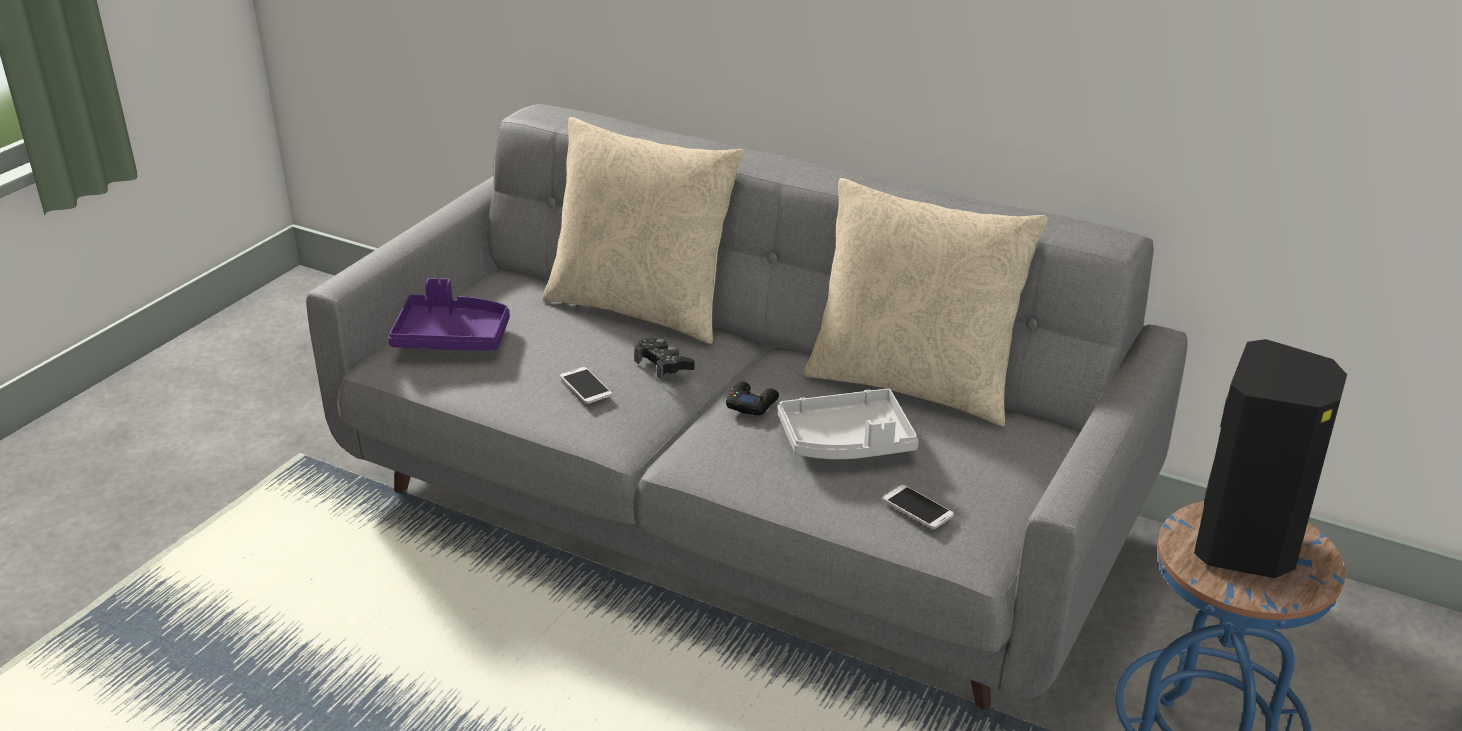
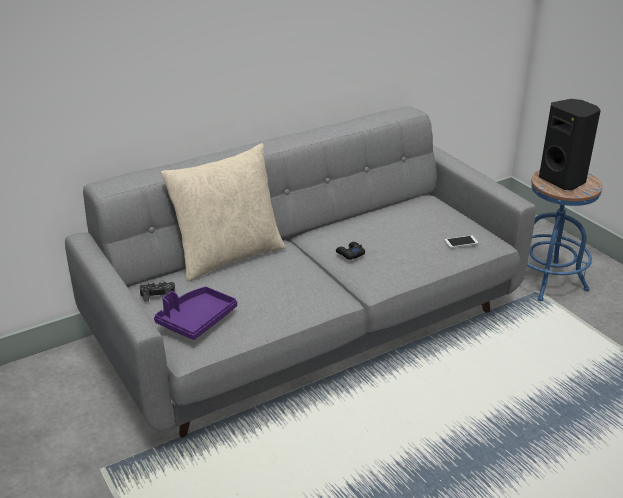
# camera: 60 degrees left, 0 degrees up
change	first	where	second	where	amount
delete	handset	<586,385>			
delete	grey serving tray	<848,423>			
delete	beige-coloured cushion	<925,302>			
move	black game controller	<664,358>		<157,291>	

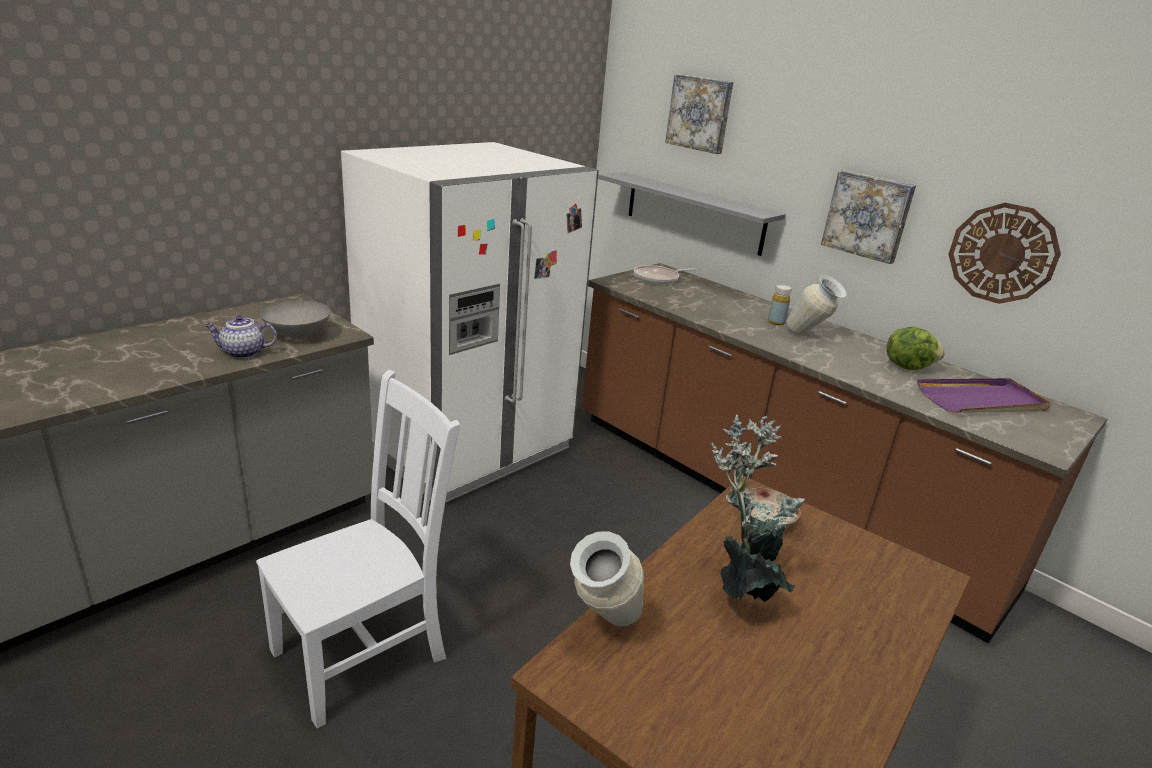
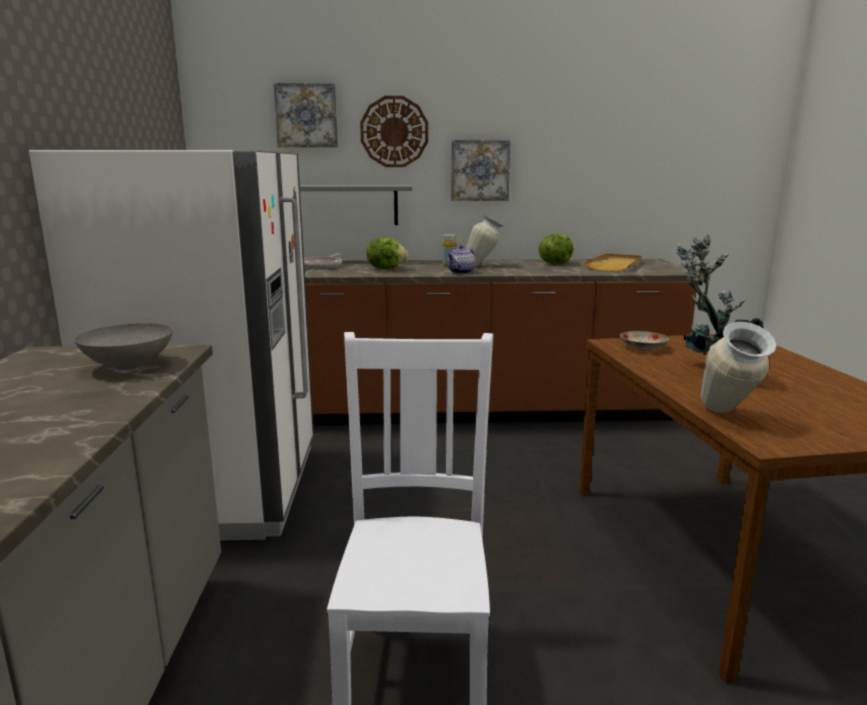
# camera: 45 degrees left, 10 degrees down
change	first	where	second	where	amount
insert			head of lettuce	<387,253>	
move	teapot	<241,336>		<461,259>	
move	clock on the wall	<1005,253>		<394,131>	
recolor	purplish serving tray	<984,395>	beige-coloured serving tray	<613,263>	

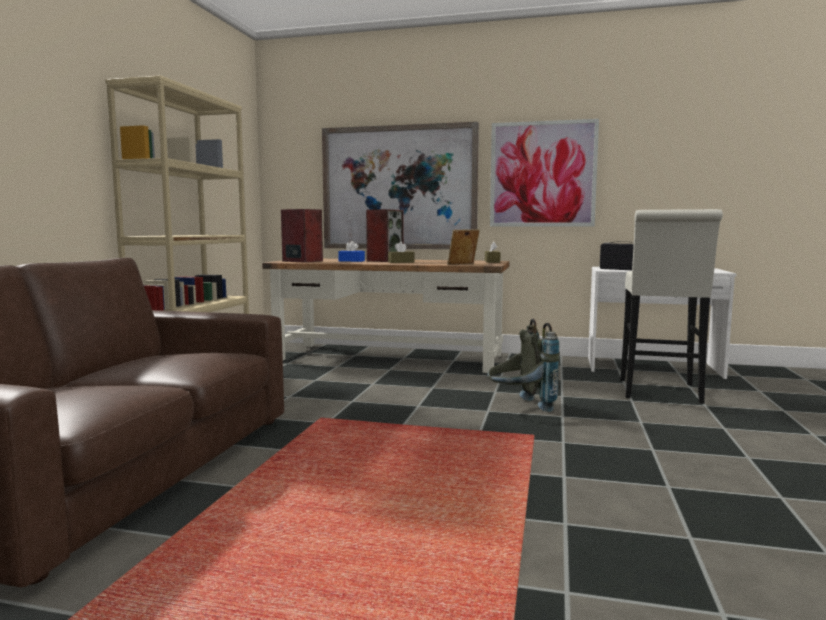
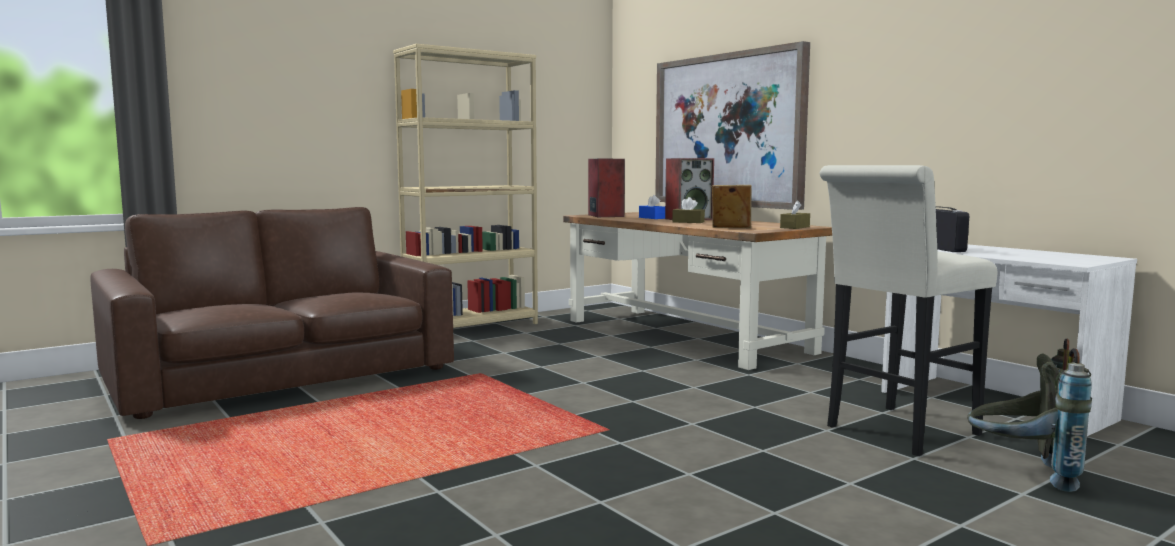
# camera: 40 degrees right, 0 degrees up
change	first	where	second	where	amount
delete	wall picture	<544,173>			
move	grey knapsack	<523,365>		<1029,415>	

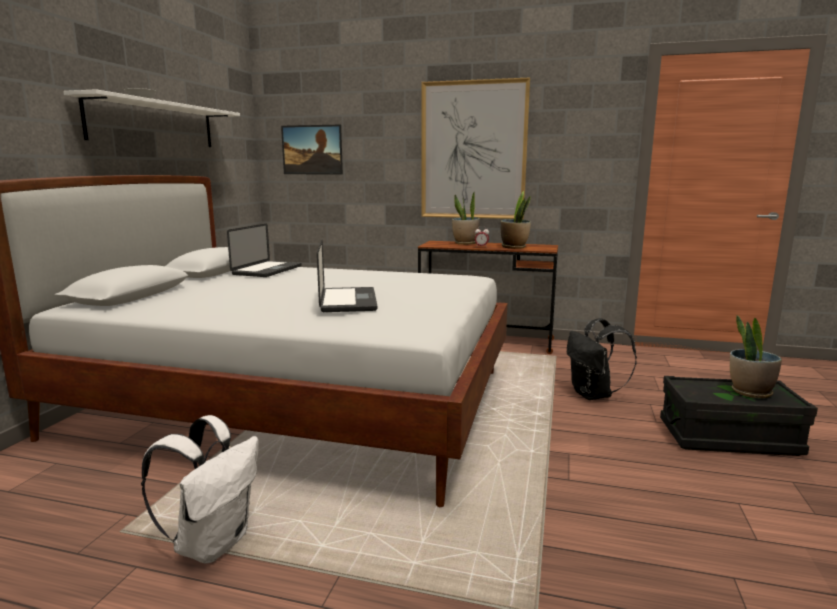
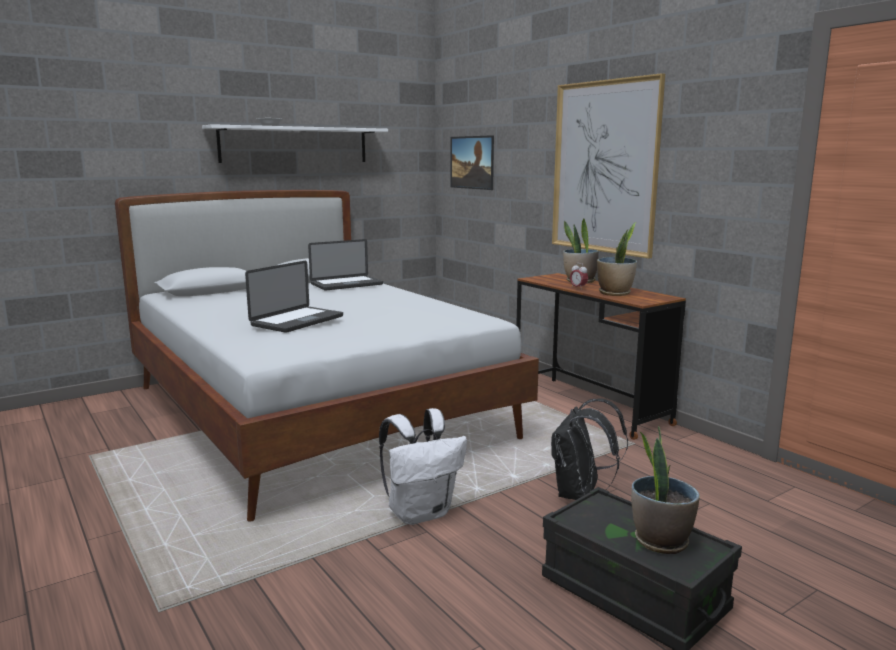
# camera: 40 degrees right, 0 degrees up
change	first	where	second	where	amount
move	white-coloured knapsack	<200,489>		<423,466>	

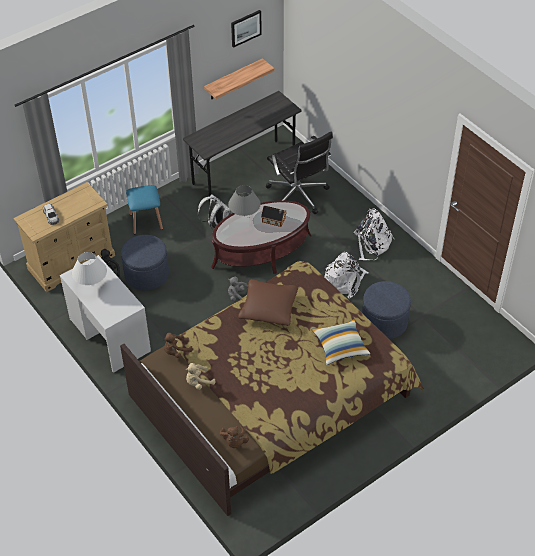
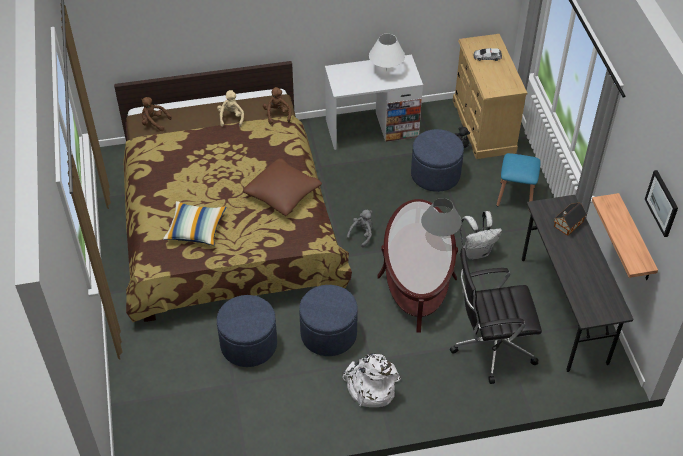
# camera: 115 degrees right, 0 degrees up
change	first	where	second	where	amount
move	model house	<274,216>		<570,219>	
replace	white-coloured knapsack	<346,275>	blue-coloured ottoman	<328,320>	

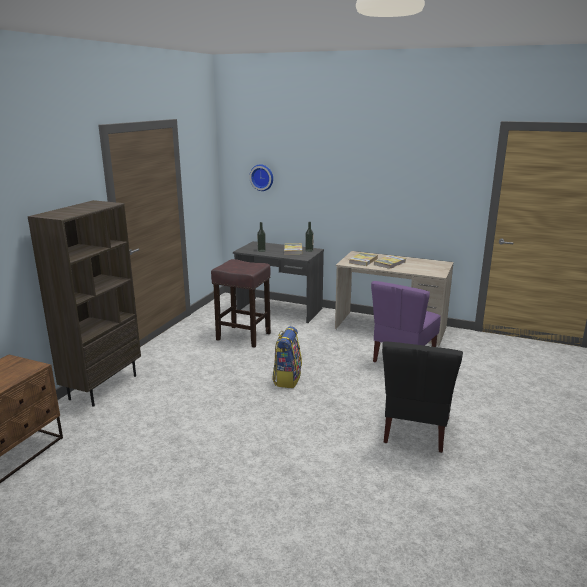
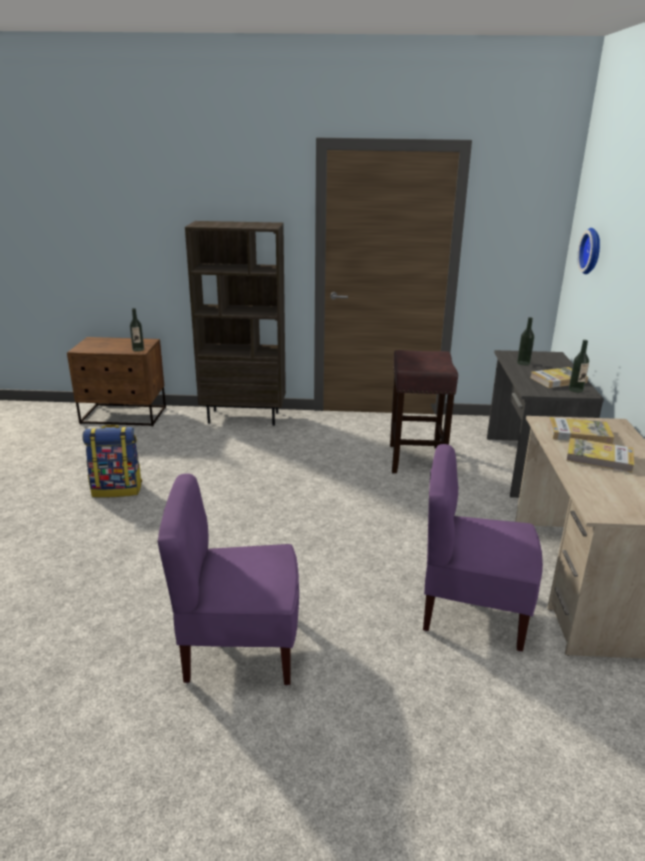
# camera: 70 degrees right, 5 degrees up
change	first	where	second	where	amount
insert			beverage bottle	<137,330>	
move	knapsack	<287,357>		<112,461>	
recolor	black chair	<422,397>	purplish chair	<228,579>	

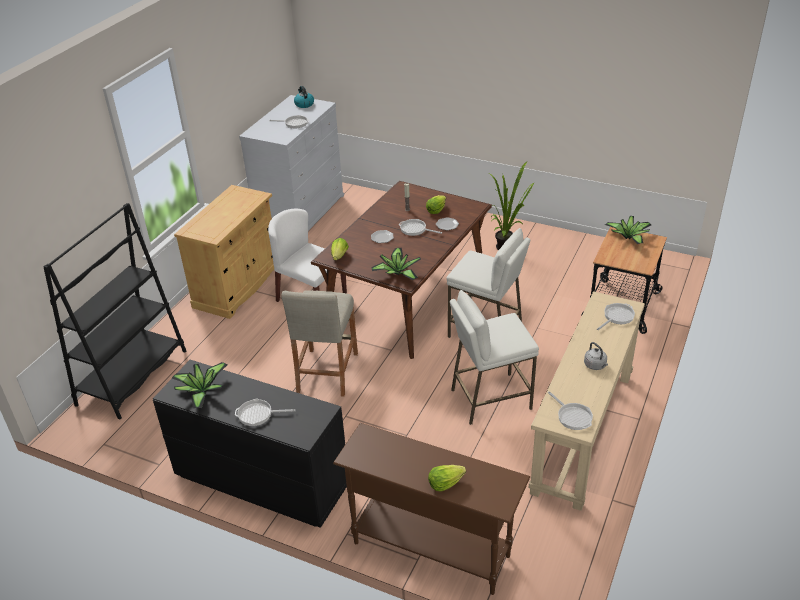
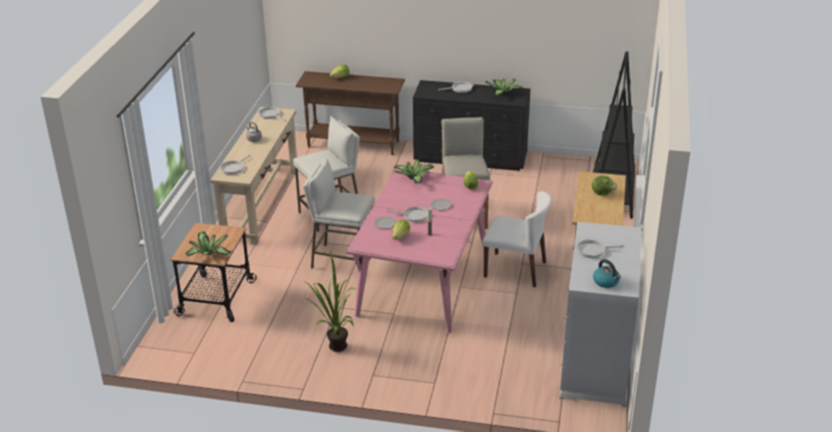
# camera: 165 degrees right, 5 degrees down
change	first	where	second	where	amount
insert			head of lettuce	<604,185>	
recolor	brownish kitchen table	<401,270>	pink kitchen table	<419,250>	

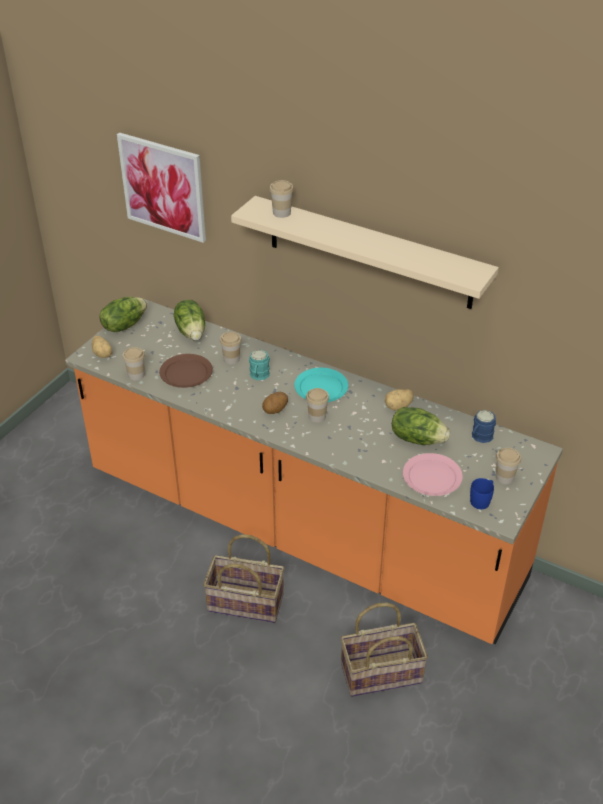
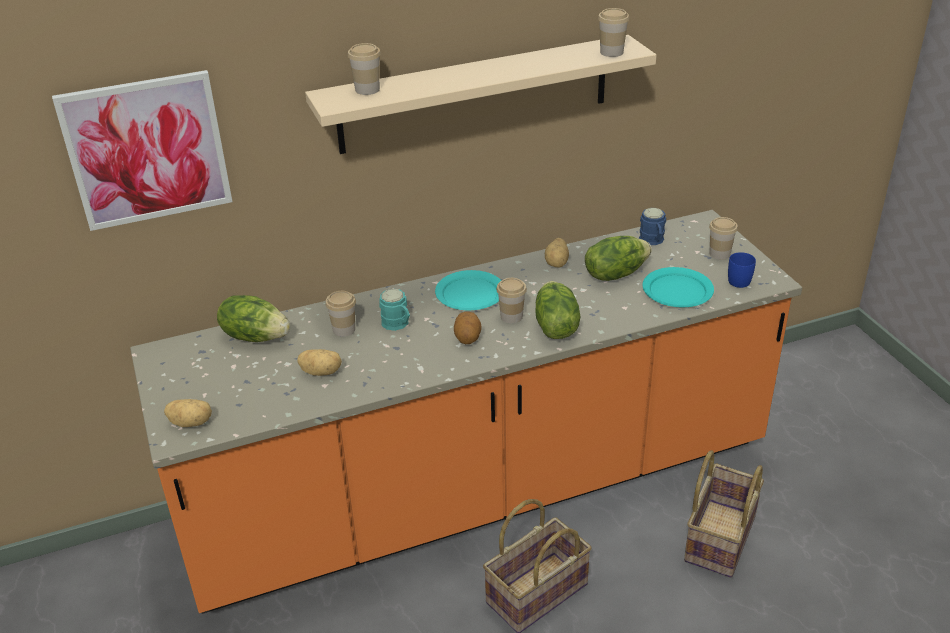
# camera: 50 degrees left, 5 degrees down
change	first	where	second	where	amount
move	head of lettuce	<123,314>		<558,310>	
move	cup	<134,363>		<613,32>	
replace	brownish flat dish	<186,371>	spud	<319,362>	
recolor	pink flat dish	<433,474>	turquoise flat dish	<678,287>	

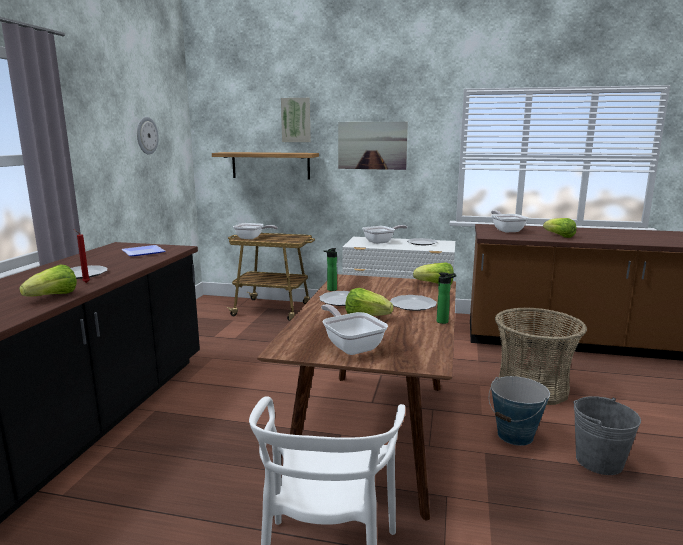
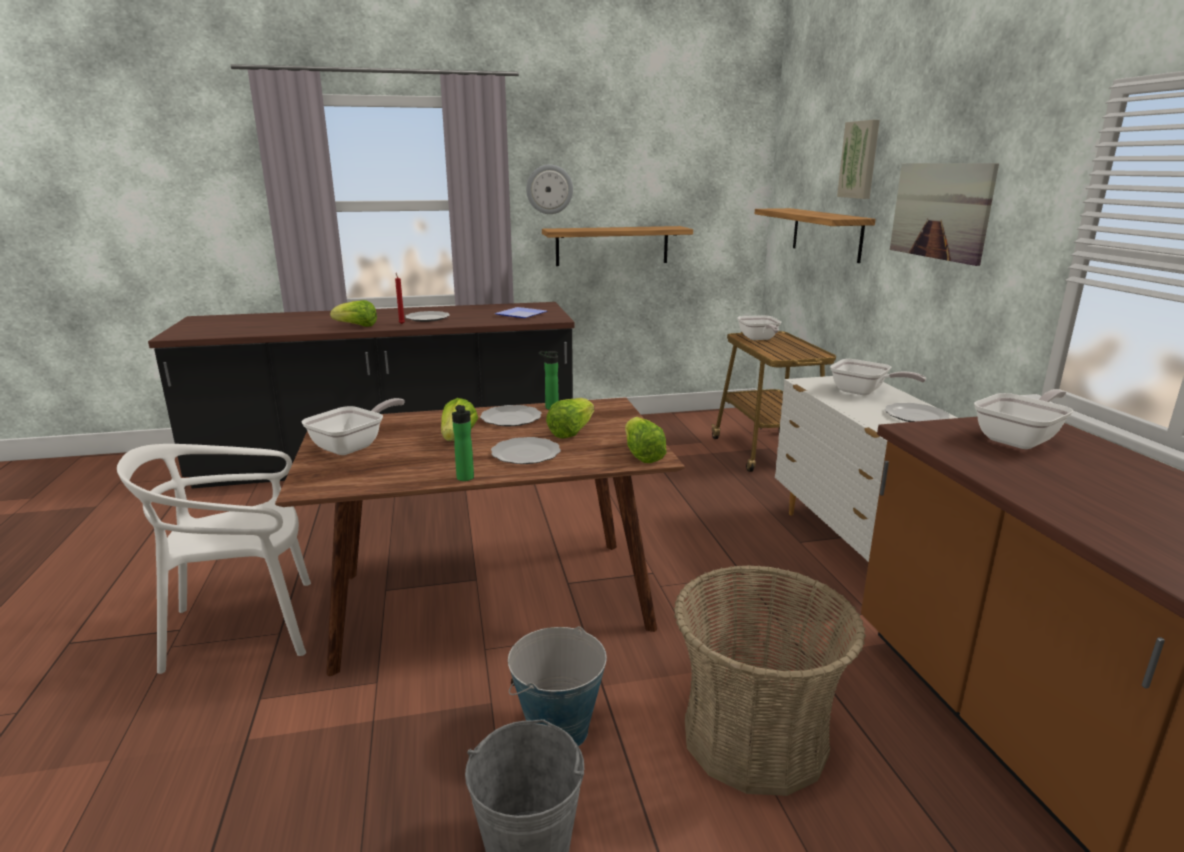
# camera: 65 degrees right, 5 degrees up
change	first	where	second	where	amount
insert			bracket shelf	<617,246>	
move	clock on the wall	<148,136>		<549,189>	
move	head of lettuce	<559,228>		<570,418>	

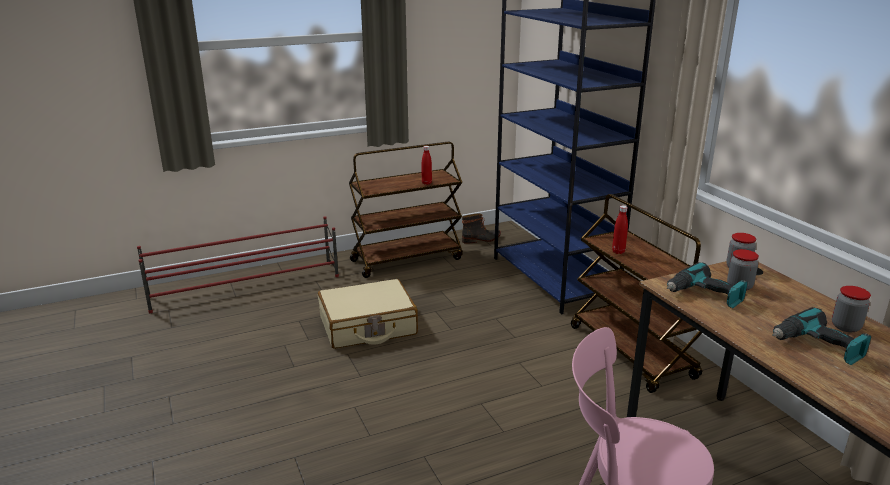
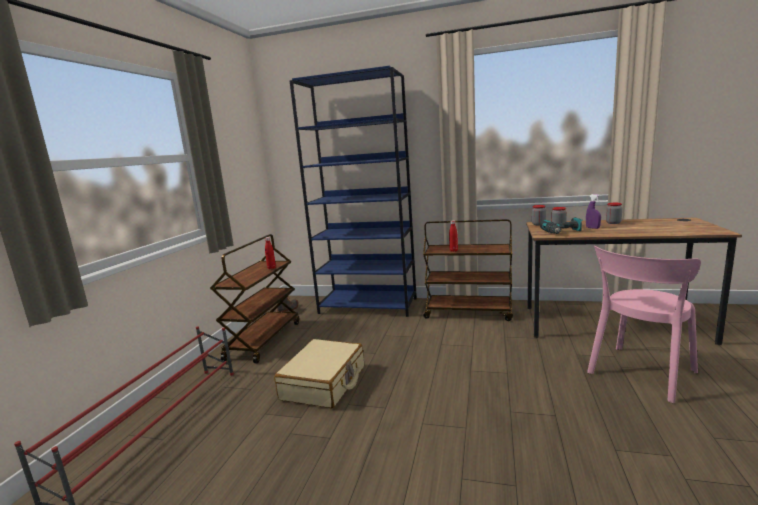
# camera: 50 degrees left, 10 degrees down
change	first	where	second	where	amount
delete	power drill	<821,336>			
insert			purplish sprayer	<593,211>	

